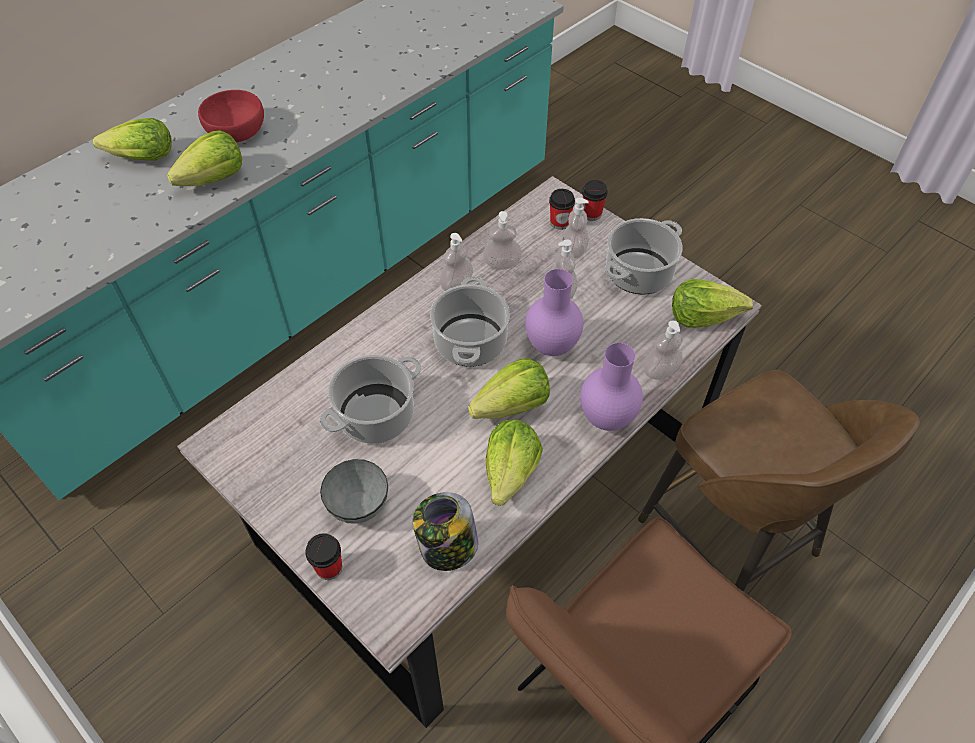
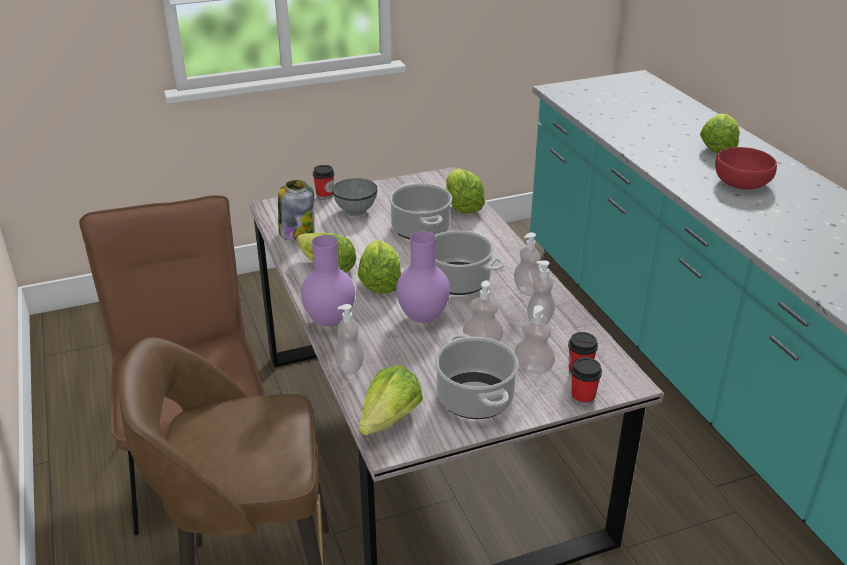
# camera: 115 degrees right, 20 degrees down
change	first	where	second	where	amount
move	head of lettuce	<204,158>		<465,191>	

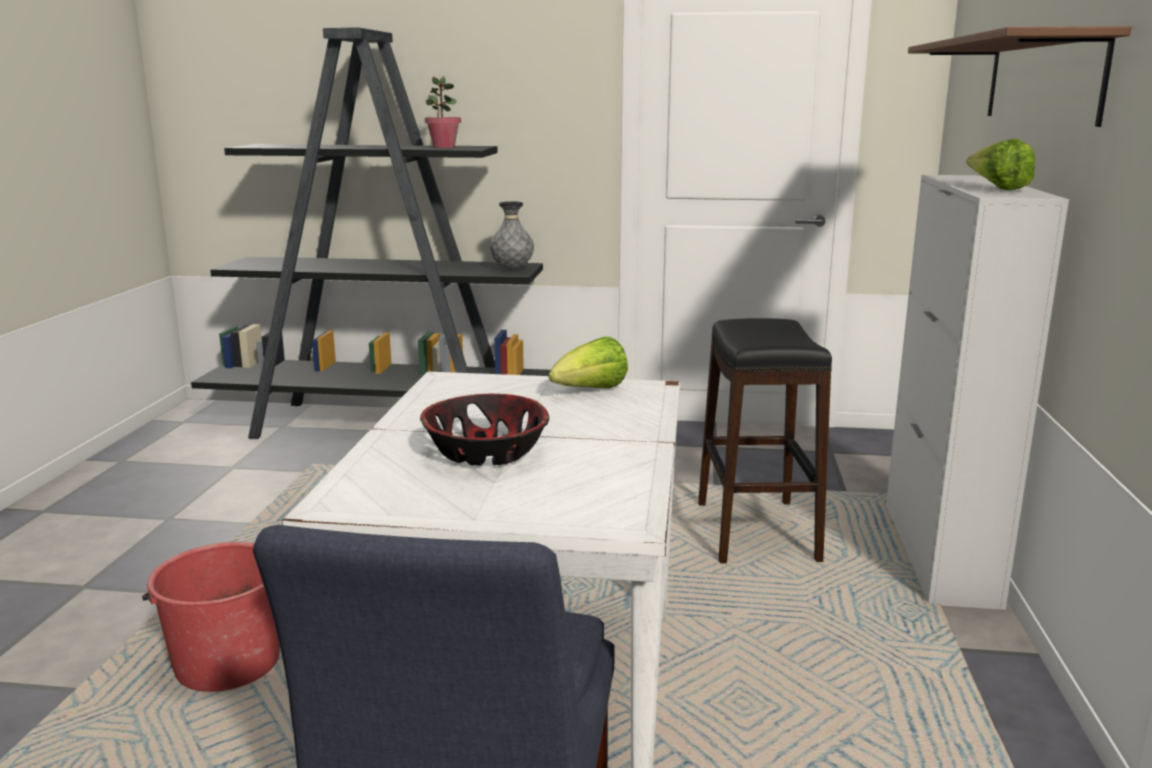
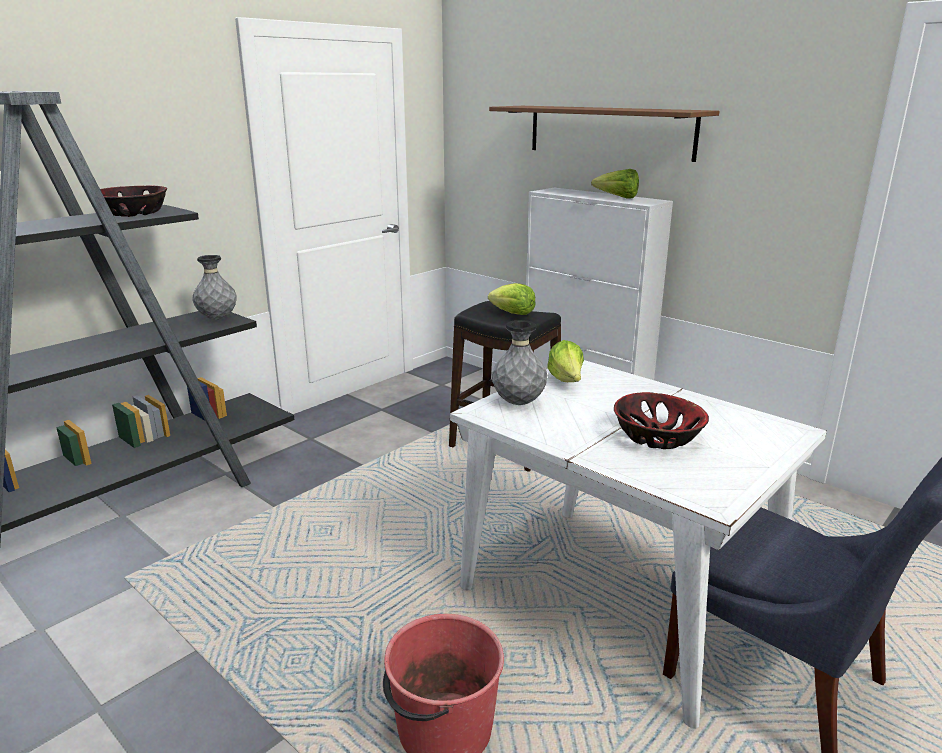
# camera: 55 degrees left, 5 degrees up
change	first	where	second	where	amount
insert			head of lettuce	<512,299>	
insert			grey flower vase	<519,362>	
replace	plant in a pot	<443,112>	bowl	<133,201>	

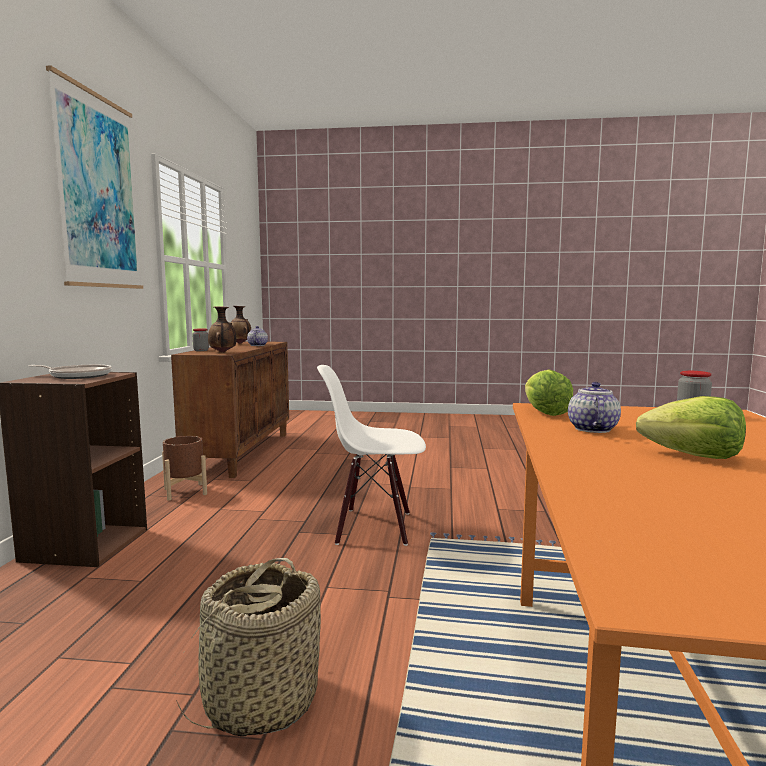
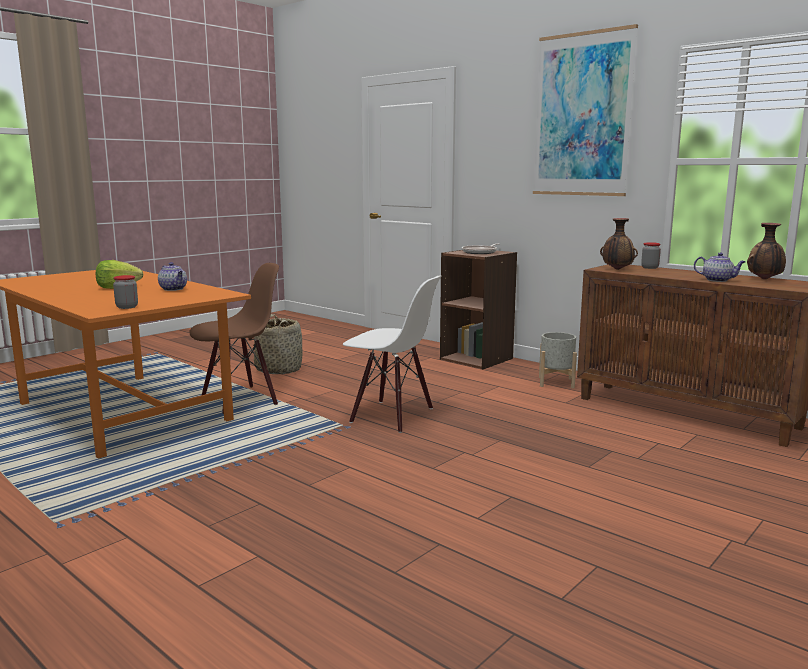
# camera: 125 degrees right, 5 degrees up
change	first	where	second	where	amount
delete	head of lettuce	<549,392>			
insert			brownish chair	<234,338>	
recolor	brownish plant pot	<184,468>	grey plant pot	<558,360>	
rotate	white-coloured chair	<371,455>		<392,354>	75 degrees clockwise

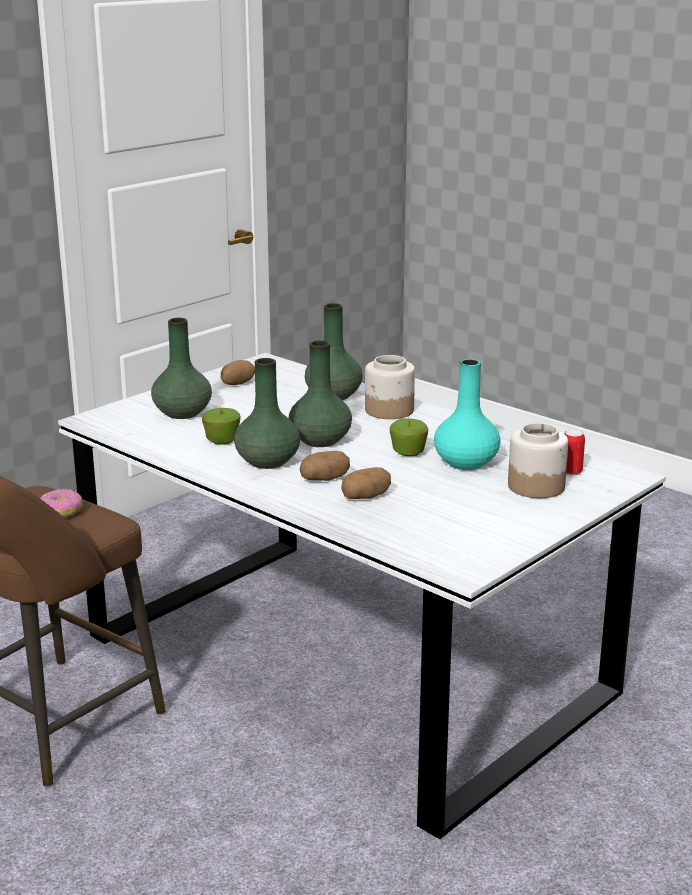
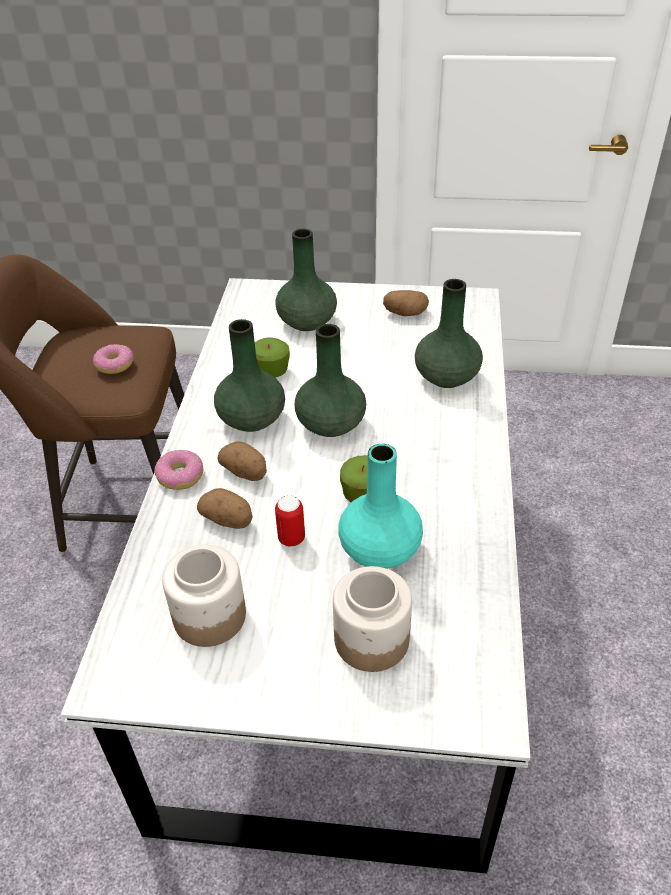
# camera: 55 degrees right, 20 degrees up
change	first	where	second	where	amount
insert			doughnut	<179,470>	
move	storage jar	<390,387>		<204,596>	
move	sealed can	<574,452>		<290,521>	

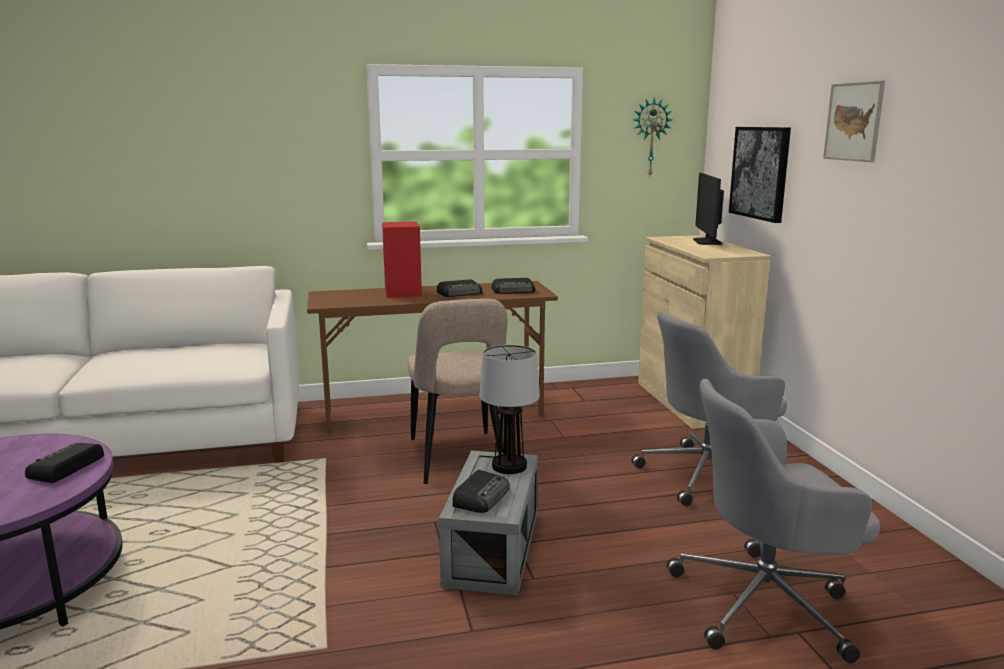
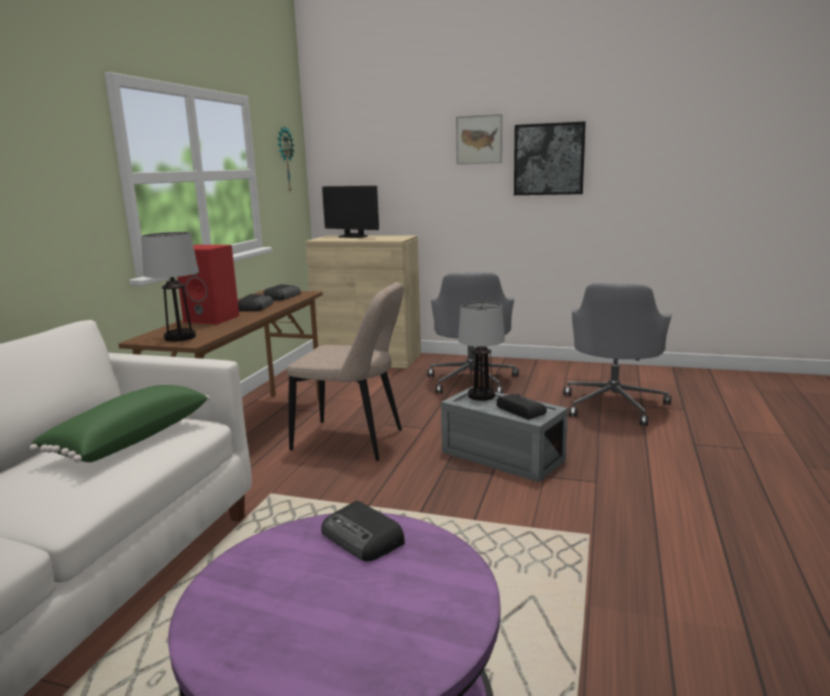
# camera: 60 degrees left, 0 degrees up
change	first	where	second	where	amount
insert			greenish cushion	<120,423>	
insert			tabletop lamp	<170,287>	
move	wall picture	<760,175>		<550,158>	

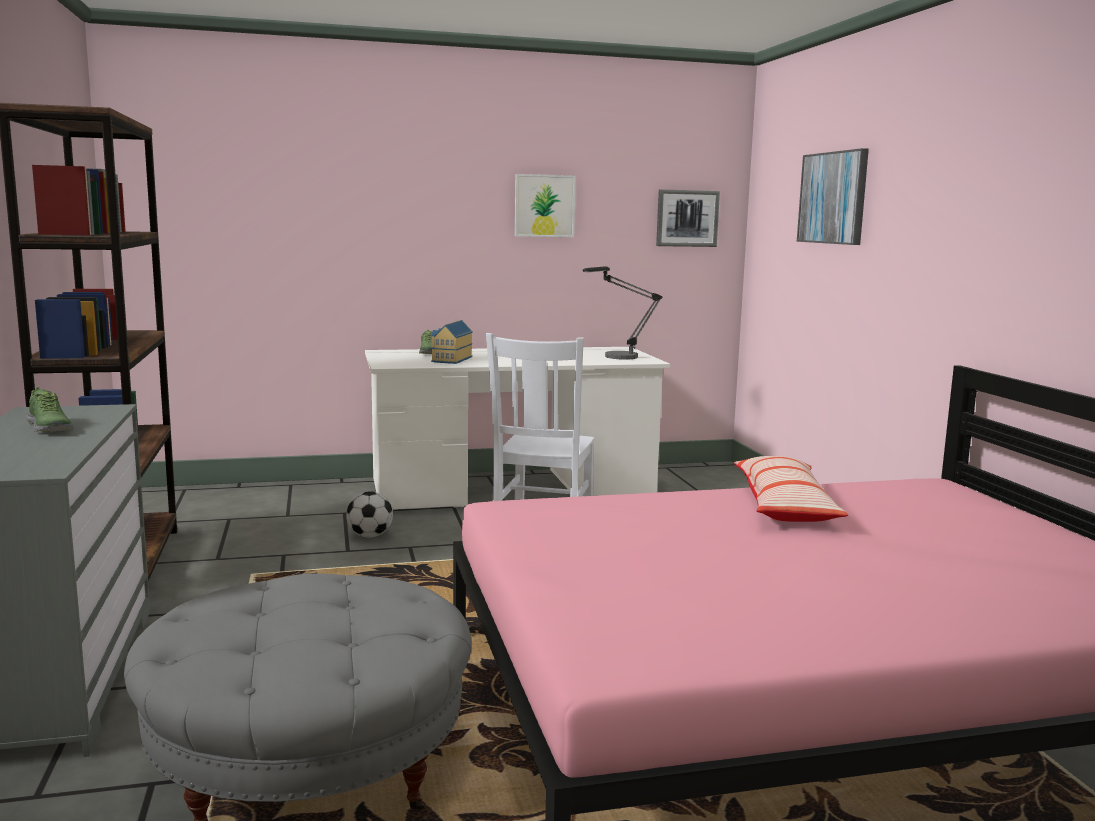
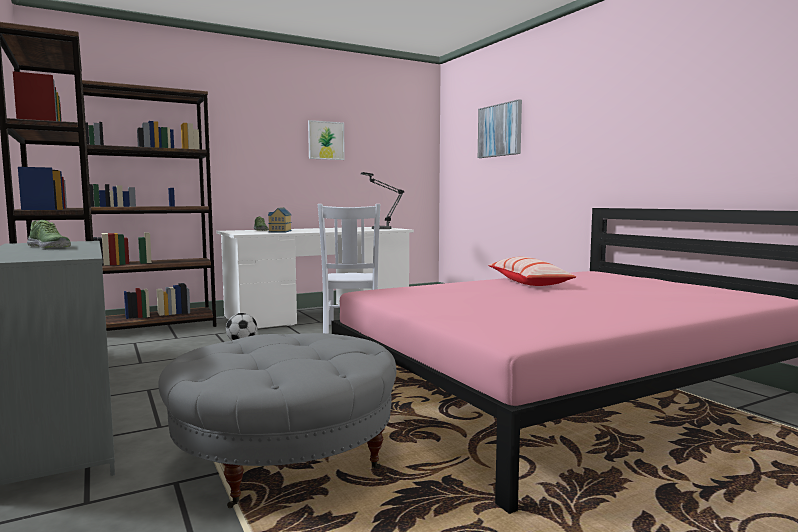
# camera: 15 degrees left, 5 degrees down
change	first	where	second	where	amount
delete	wall picture	<688,218>			
insert			brownish bookcase	<149,205>	

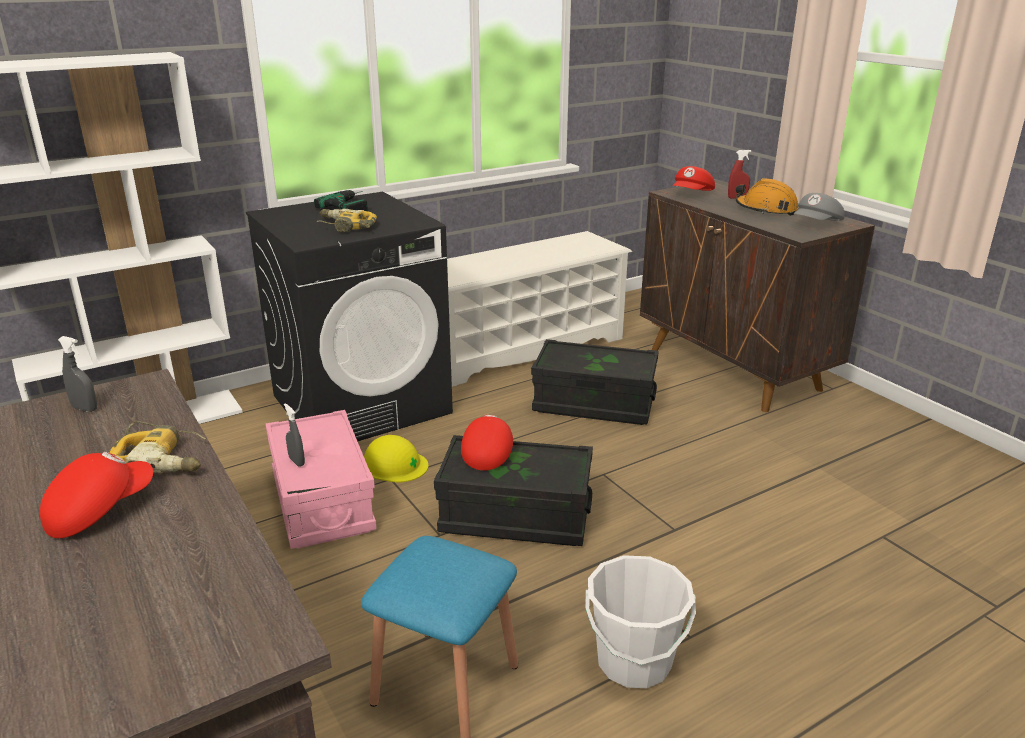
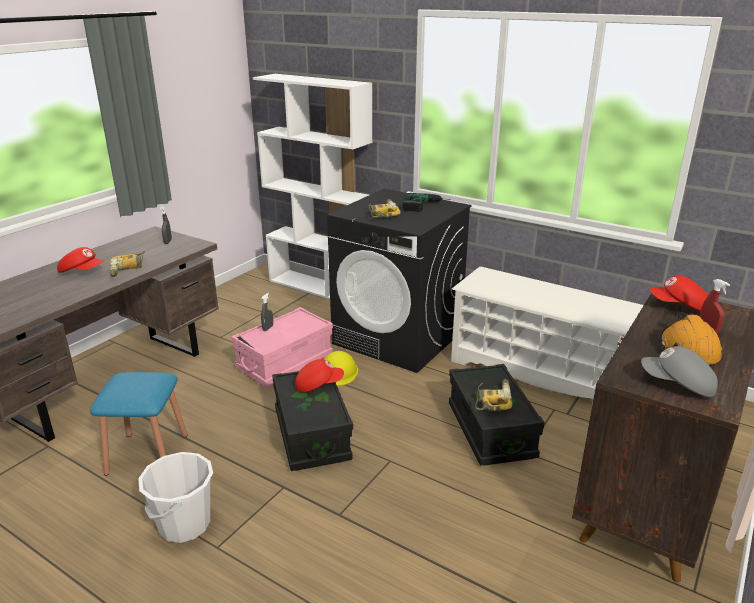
# camera: 65 degrees right, 0 degrees up
change	first	where	second	where	amount
insert			power drill	<494,395>	

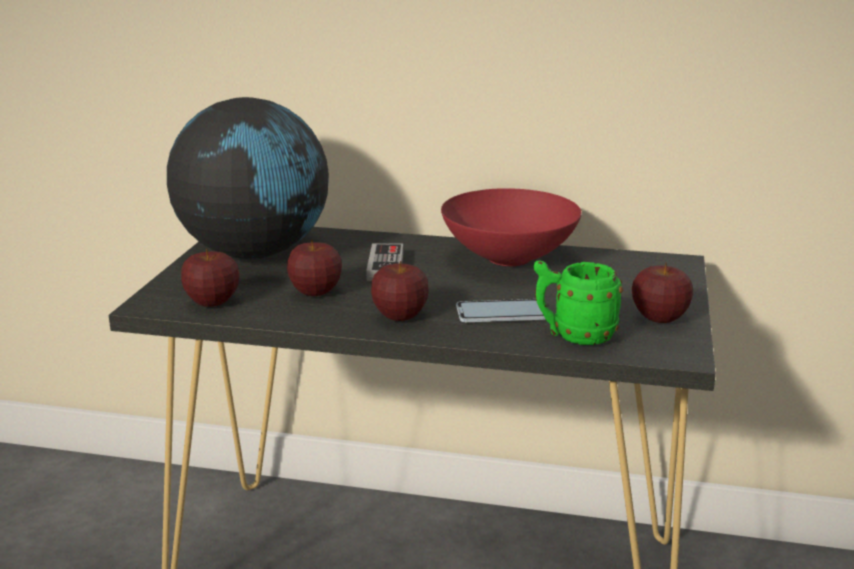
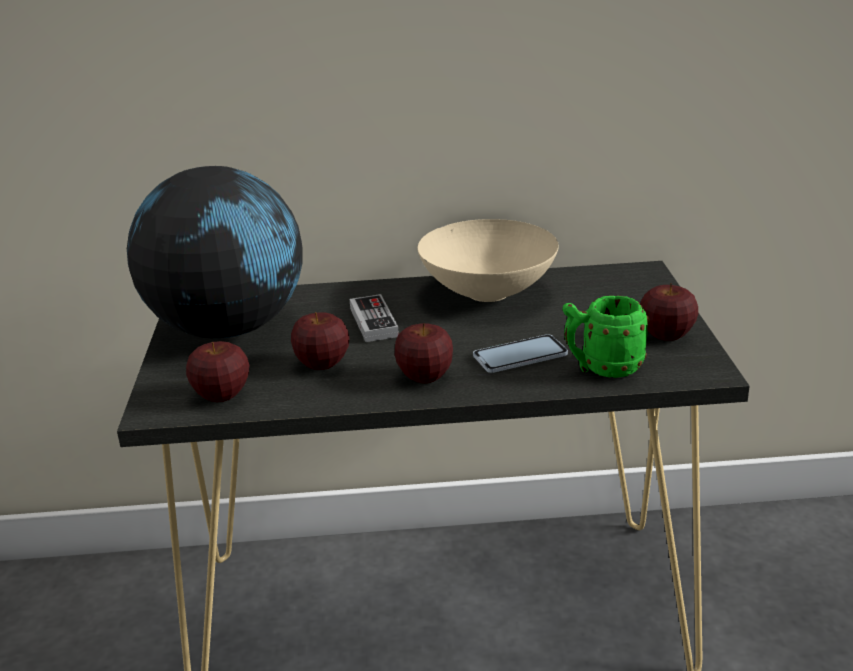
# camera: 15 degrees left, 5 degrees up
change	first	where	second	where	amount
recolor	reddish bowl	<511,227>	beige-coloured bowl	<488,260>	

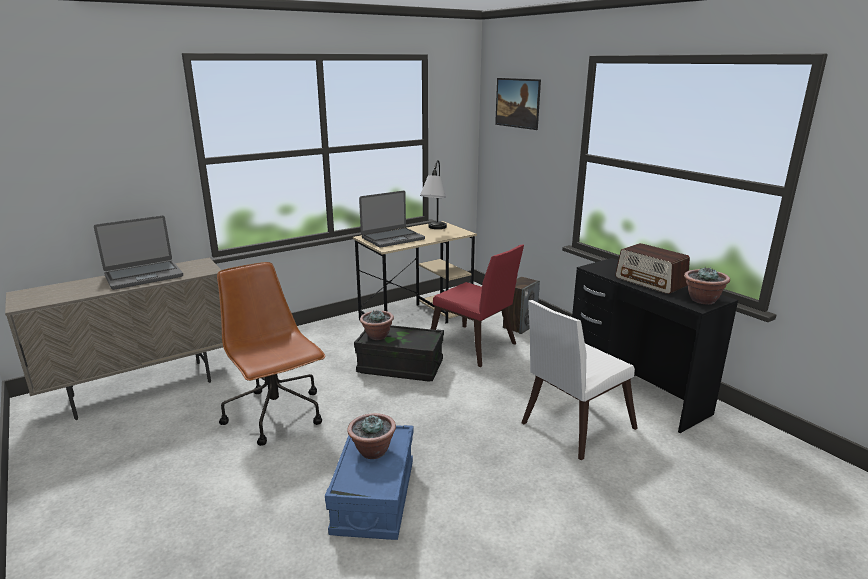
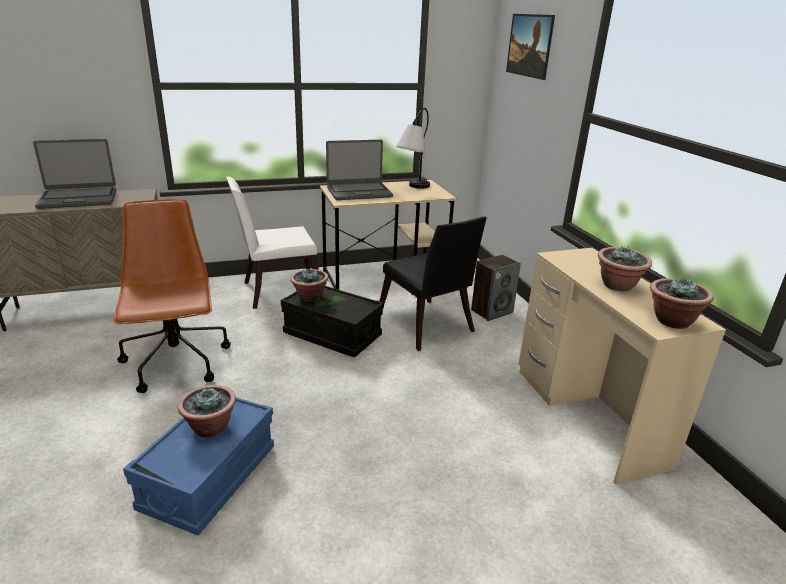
# camera: 15 degrees right, 5 degrees up
change	first	where	second	where	amount
move	white-coloured chair	<579,380>		<272,243>	
replace	radio set	<652,268>	plant in a pot	<625,268>	
recolor	reddish chair	<477,306>	black chair	<433,283>	
recolor	black desk unit	<655,345>	beige-coloured desk unit	<622,366>	

